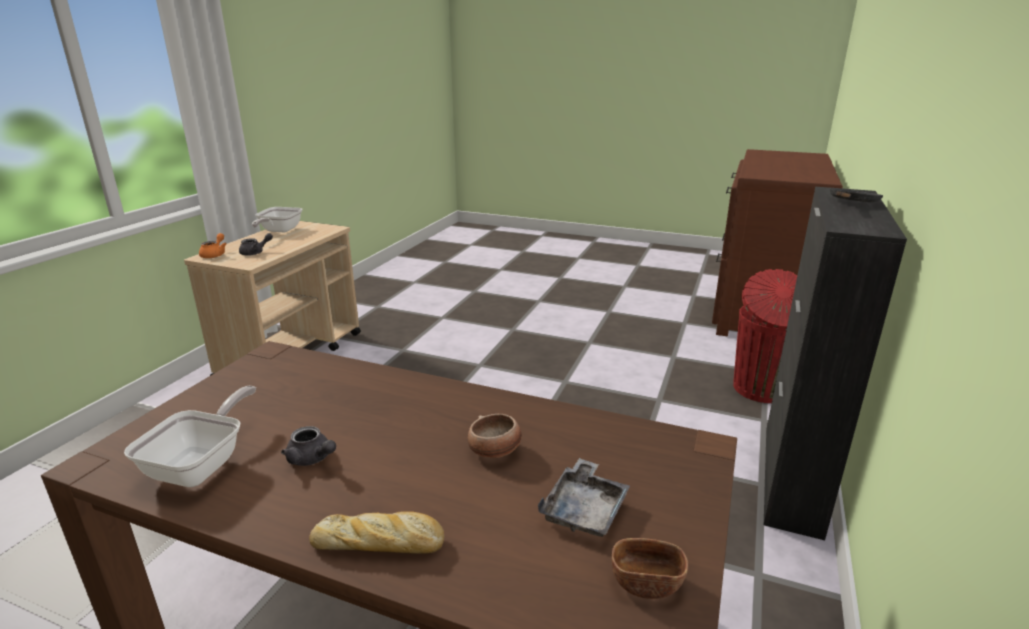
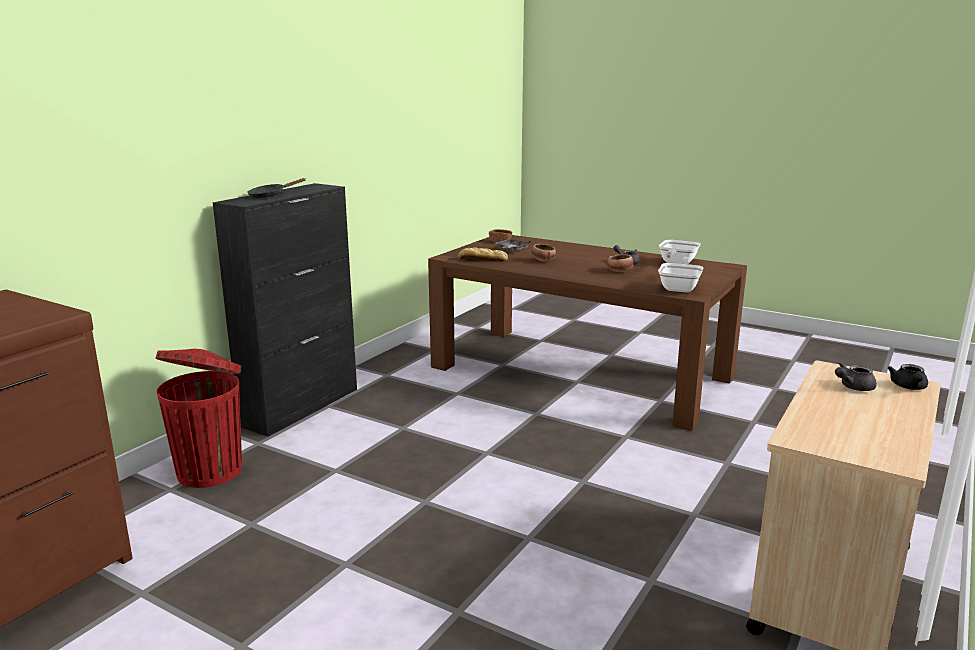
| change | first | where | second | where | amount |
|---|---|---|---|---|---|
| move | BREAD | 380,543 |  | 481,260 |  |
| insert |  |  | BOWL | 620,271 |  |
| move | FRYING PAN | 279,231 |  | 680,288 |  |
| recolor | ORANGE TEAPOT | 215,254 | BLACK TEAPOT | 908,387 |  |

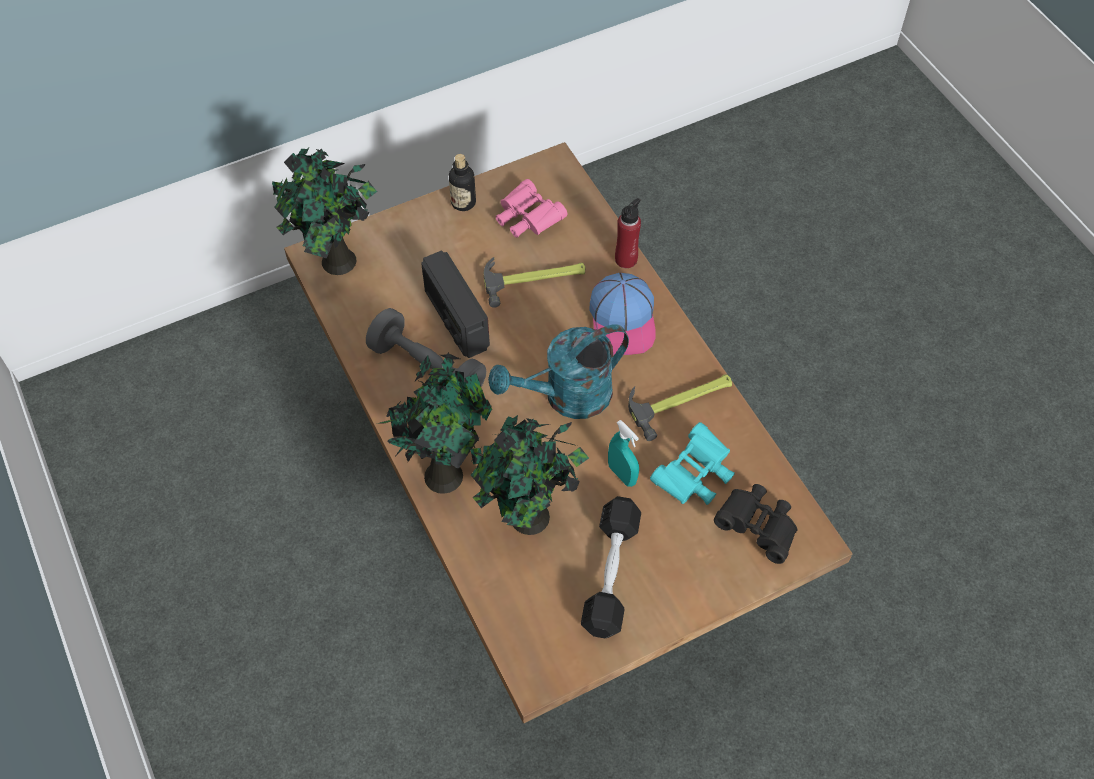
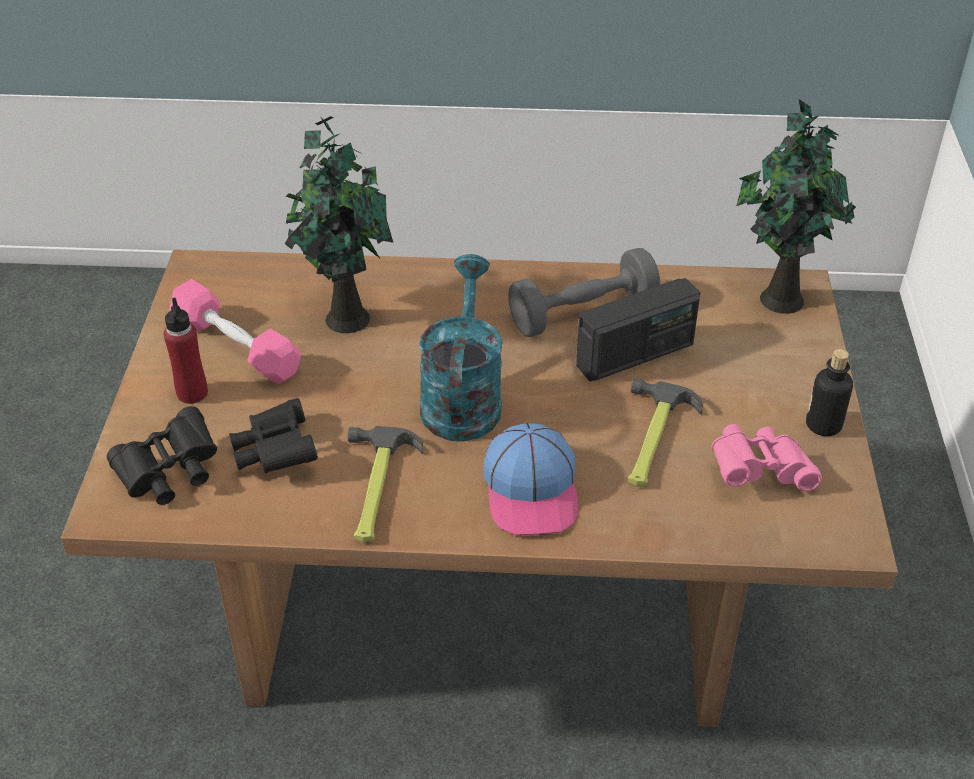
| change | first | where | second | where | amount |
|---|---|---|---|---|---|
| move | RED BOTTLE | 626,259 |  | 192,393 |  |
| recolor | BLACK DUMBBELL | 611,574 | PINK DUMBBELL | 236,346 |  |
| recolor | TURQUOISE BINOCULARS | 694,476 | BLACK BINOCULARS | 275,453 |  |
| rotate | CAP | 623,320 |  | 532,490 | 120 degrees counterclockwise |
| rotate | RADIO | 456,319 |  | 635,355 | 150 degrees clockwise |
| delete | POTTED PLANT | 444,473 |  |  |  |
| delete | TURQUOISE SPRAY BOTTLE | 622,474 |  |  |  |

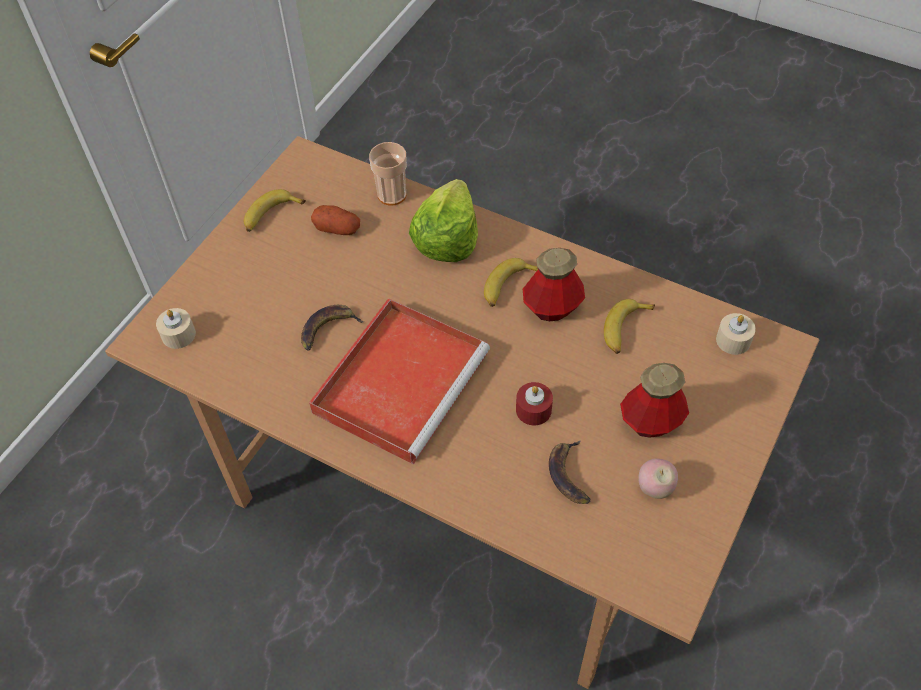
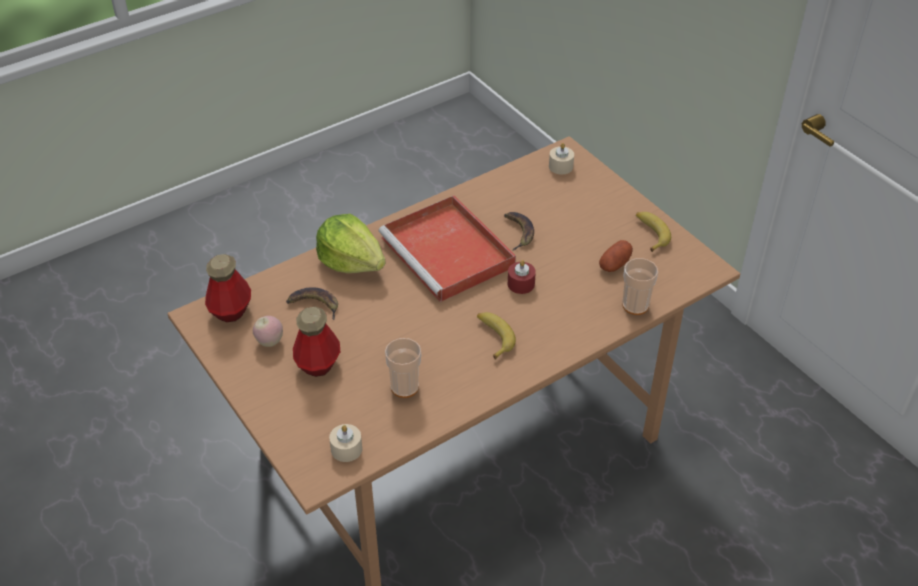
| change | first | where | second | where | amount |
|---|---|---|---|---|---|
| move | BOTTLE | 552,308 |  | 231,310 |  |
| move | LETTUCE | 446,239 |  | 351,261 |  |
| replace | BANANA | 625,330 | CUP | 404,387 |  |
| move | RED CANDLE | 533,410 |  | 521,284 |  |

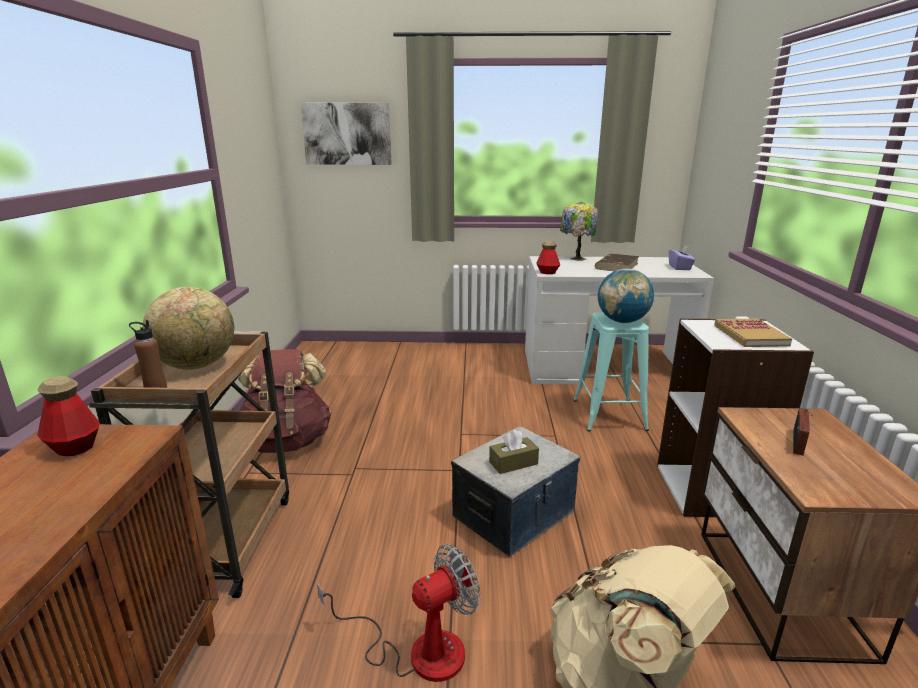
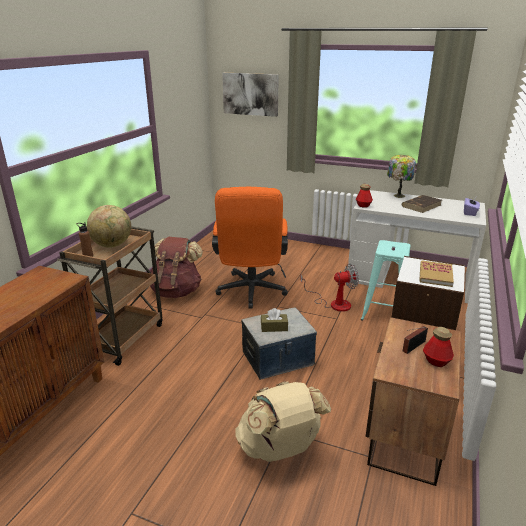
| change | first | where | second | where | amount |
|---|---|---|---|---|---|
| insert |  |  | ORANGE OFFICE CHAIR | 251,293 |  |
| move | FAN | 418,650 |  | 333,303 |  |
| move | BOTTLE | 74,447 |  | 436,361 |  |
| delete | GLOBE | 622,321 |  |  |  |

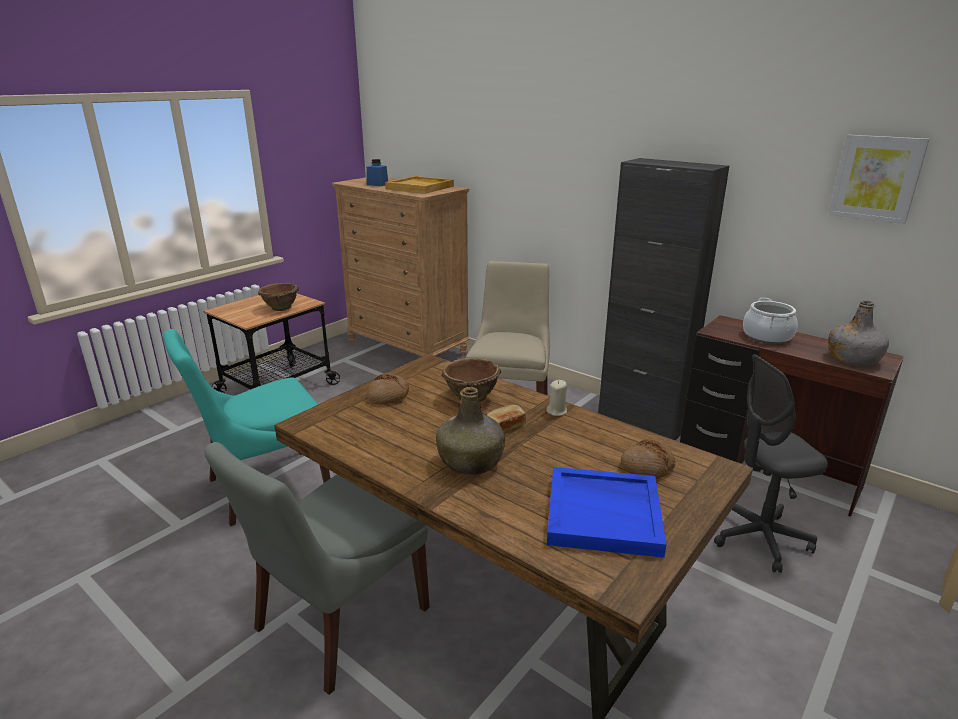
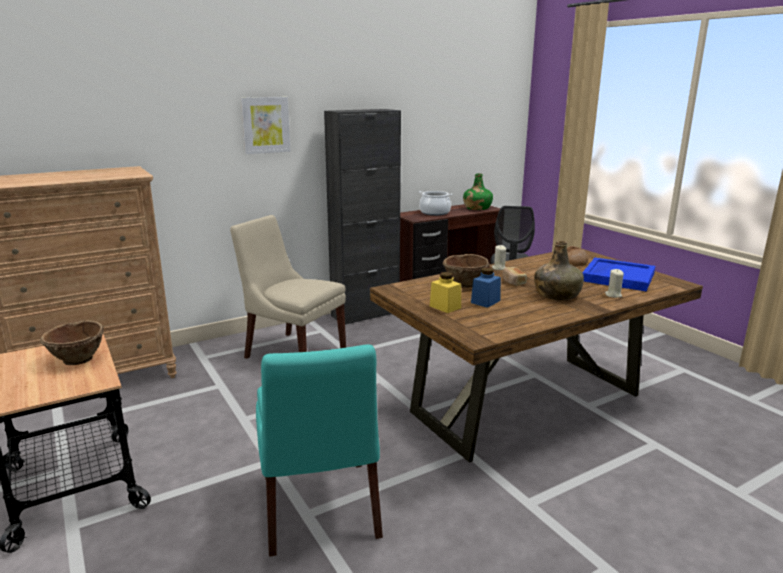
| change | first | where | second | where | amount |
|---|---|---|---|---|---|
| move | PICTURE | 876,178 |  | 265,125 |  |
| replace | BREAD | 388,396 | YELLOW JAR | 445,307 |  |
| recolor | GREY BOTTLE | 852,359 | GREEN BOTTLE | 477,208 |  |
| move | BLUE JAR | 377,184 |  | 485,302 |  |
| insert |  |  | BEIGE CANDLE | 613,295 |  |
| delete | GREY CHAIR | 338,622 |  |  |  |
| delete | BEIGE TRAY | 420,187 |  |  |  |

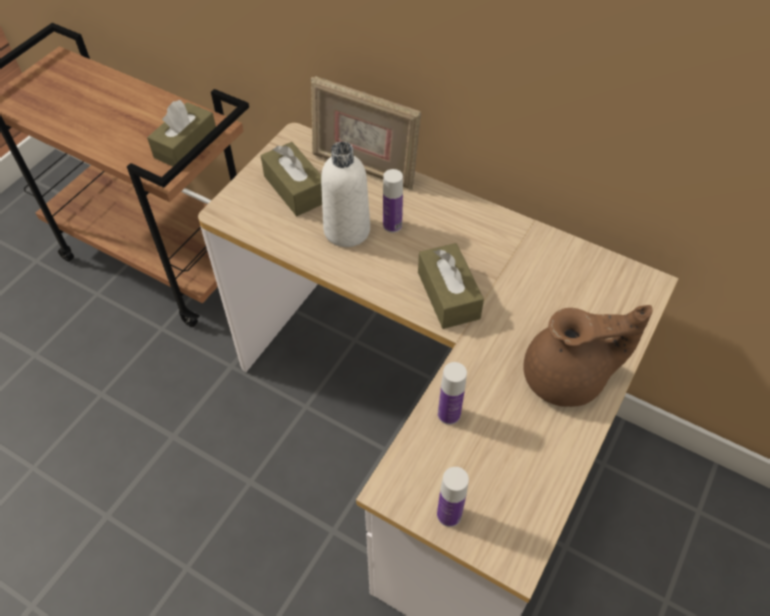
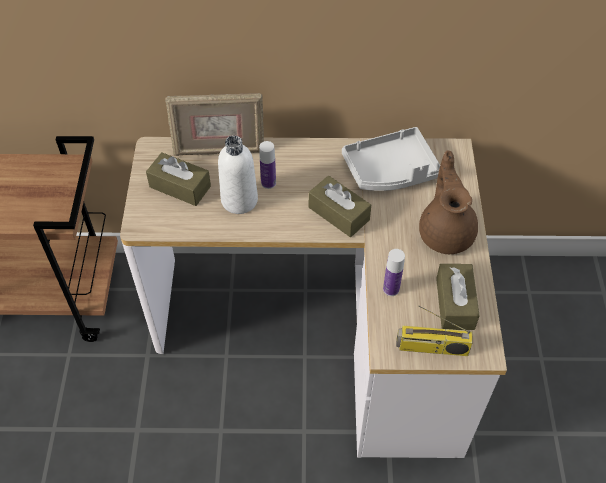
| change | first | where | second | where | amount |
|---|---|---|---|---|---|
| insert |  |  | GREY TRAY | 391,170 |  |
| replace | BOTTLE | 449,515 | RADIO | 431,348 |  |
| rotate | BROWN TEAPOT | 567,378 |  | 446,232 | 60 degrees counterclockwise |
| move | BROWN TISSUE BOX | 186,145 |  | 455,303 |  |

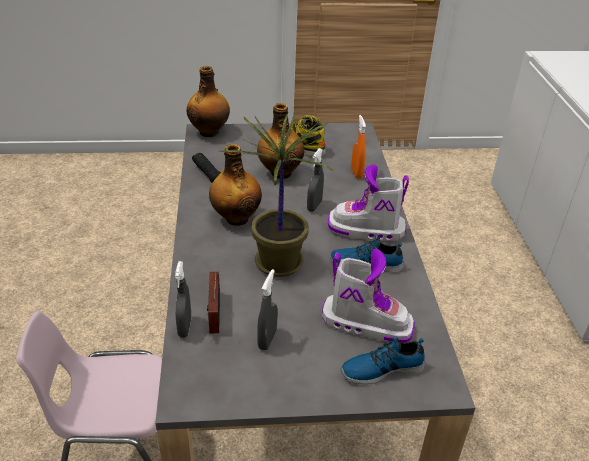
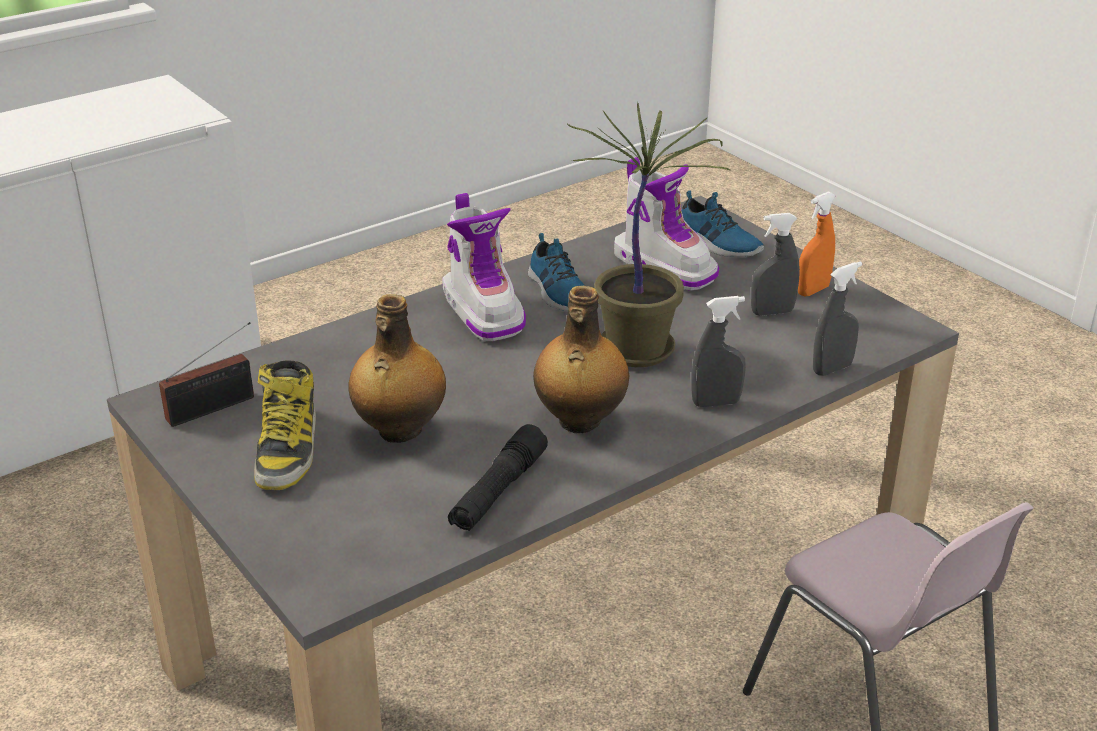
| change | first | where | second | where | amount |
|---|---|---|---|---|---|
| move | RADIO | 214,315 |  | 215,407 |  |
| rotate | BOOT | 366,323 |  | 665,266 | 150 degrees clockwise |
| move | GREY SPRAY BOTTLE | 314,206 |  | 716,403 |  |
| move | ORANGE SPRAY BOTTLE | 356,173 |  | 813,290 |  |
| delete | BOTTLE | 209,132 |  |  |  |

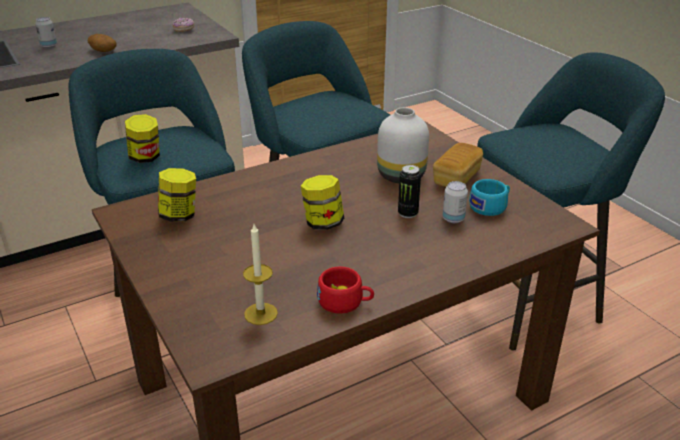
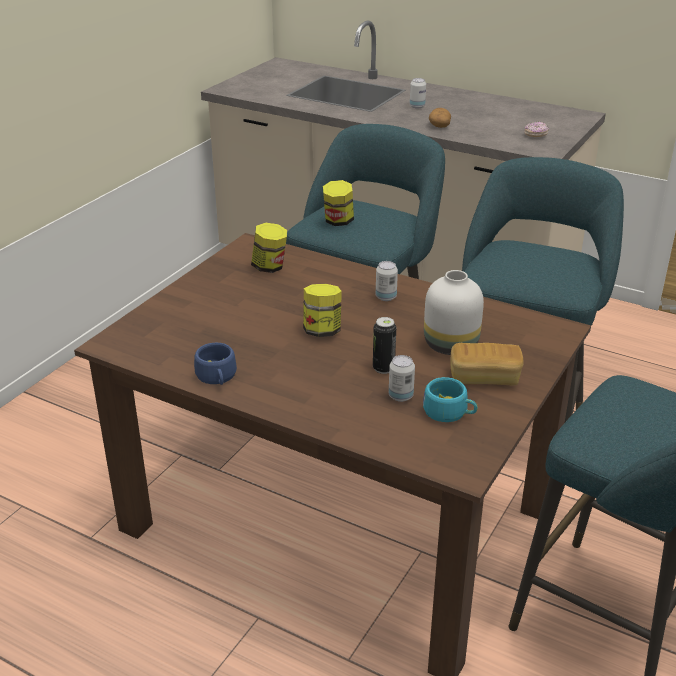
| change | first | where | second | where | amount |
|---|---|---|---|---|---|
| recolor | RED CUP | 345,302 | BLUE CUP | 217,377 |  |
| insert |  |  | CAN | 386,297 |  |
| delete | CANDLE | 261,314 |  |  |  |

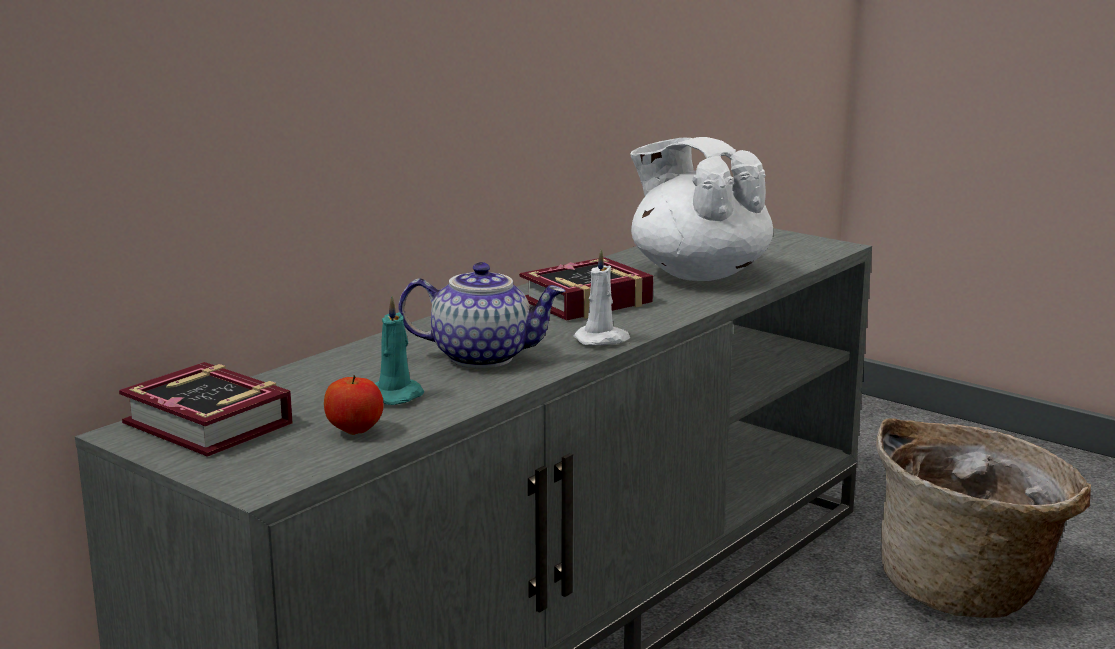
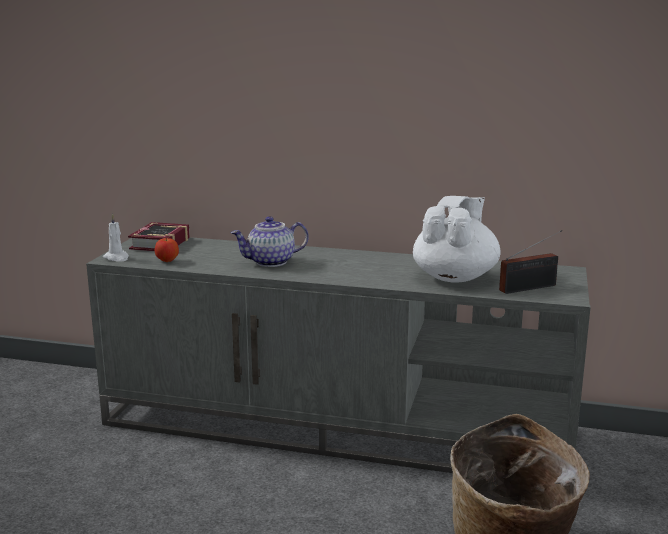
| change | first | where | second | where | amount |
|---|---|---|---|---|---|
| move | WHITE CANDLE | 602,340 |  | 117,258 |  |
| rotate | TEAPOT | 483,356 |  | 270,262 | 90 degrees clockwise |
| insert |  |  | RADIO | 531,288 |  |
| delete | TURQUOISE CANDLE | 397,395 |  |  |  |
| delete | BOOK | 580,301 |  |  |  |

